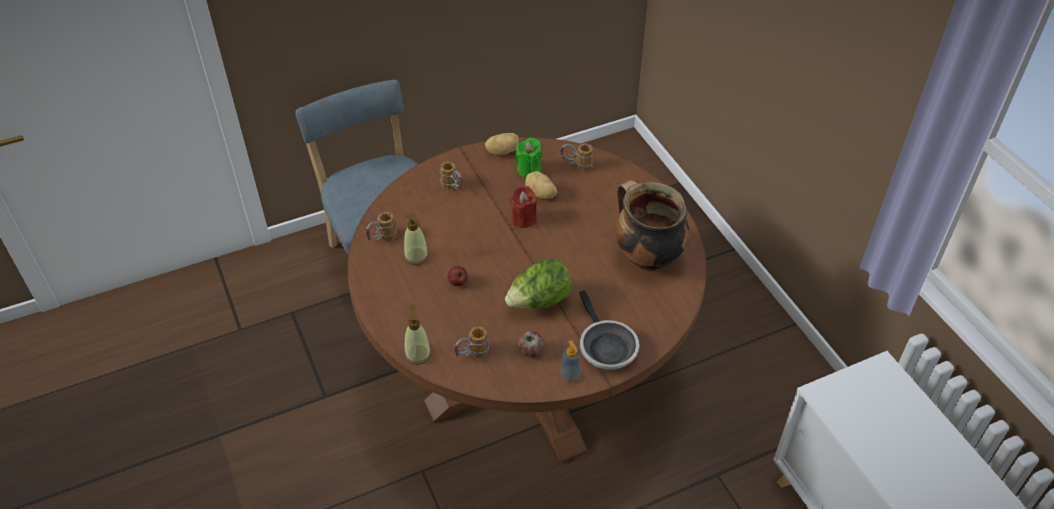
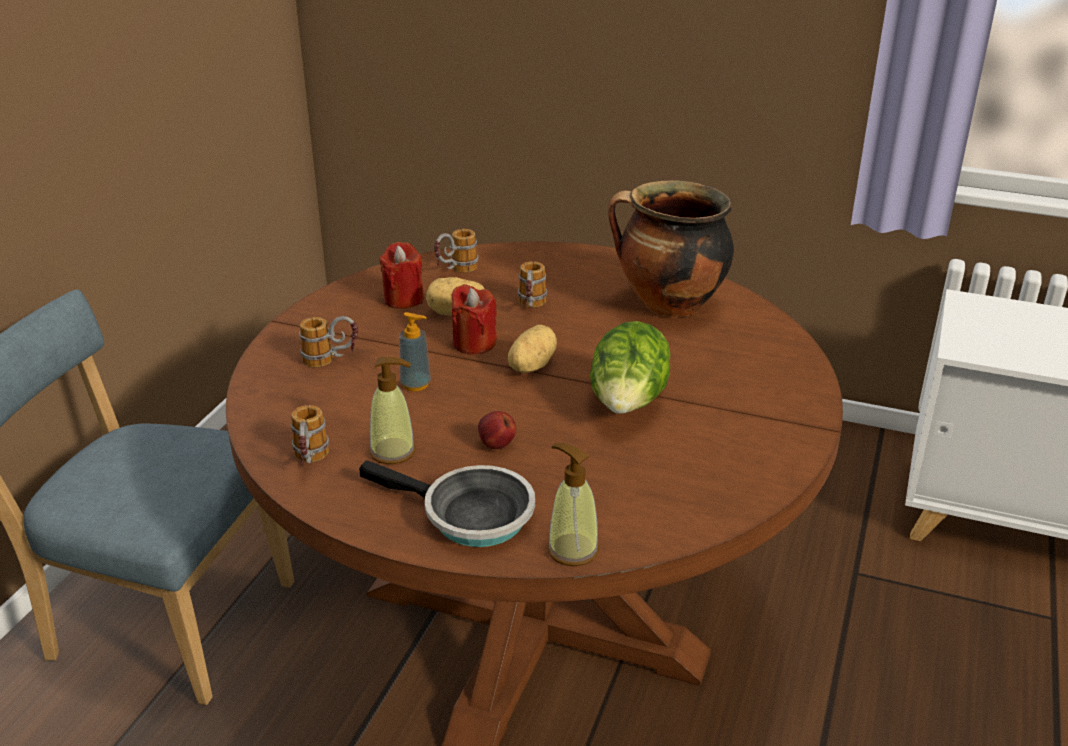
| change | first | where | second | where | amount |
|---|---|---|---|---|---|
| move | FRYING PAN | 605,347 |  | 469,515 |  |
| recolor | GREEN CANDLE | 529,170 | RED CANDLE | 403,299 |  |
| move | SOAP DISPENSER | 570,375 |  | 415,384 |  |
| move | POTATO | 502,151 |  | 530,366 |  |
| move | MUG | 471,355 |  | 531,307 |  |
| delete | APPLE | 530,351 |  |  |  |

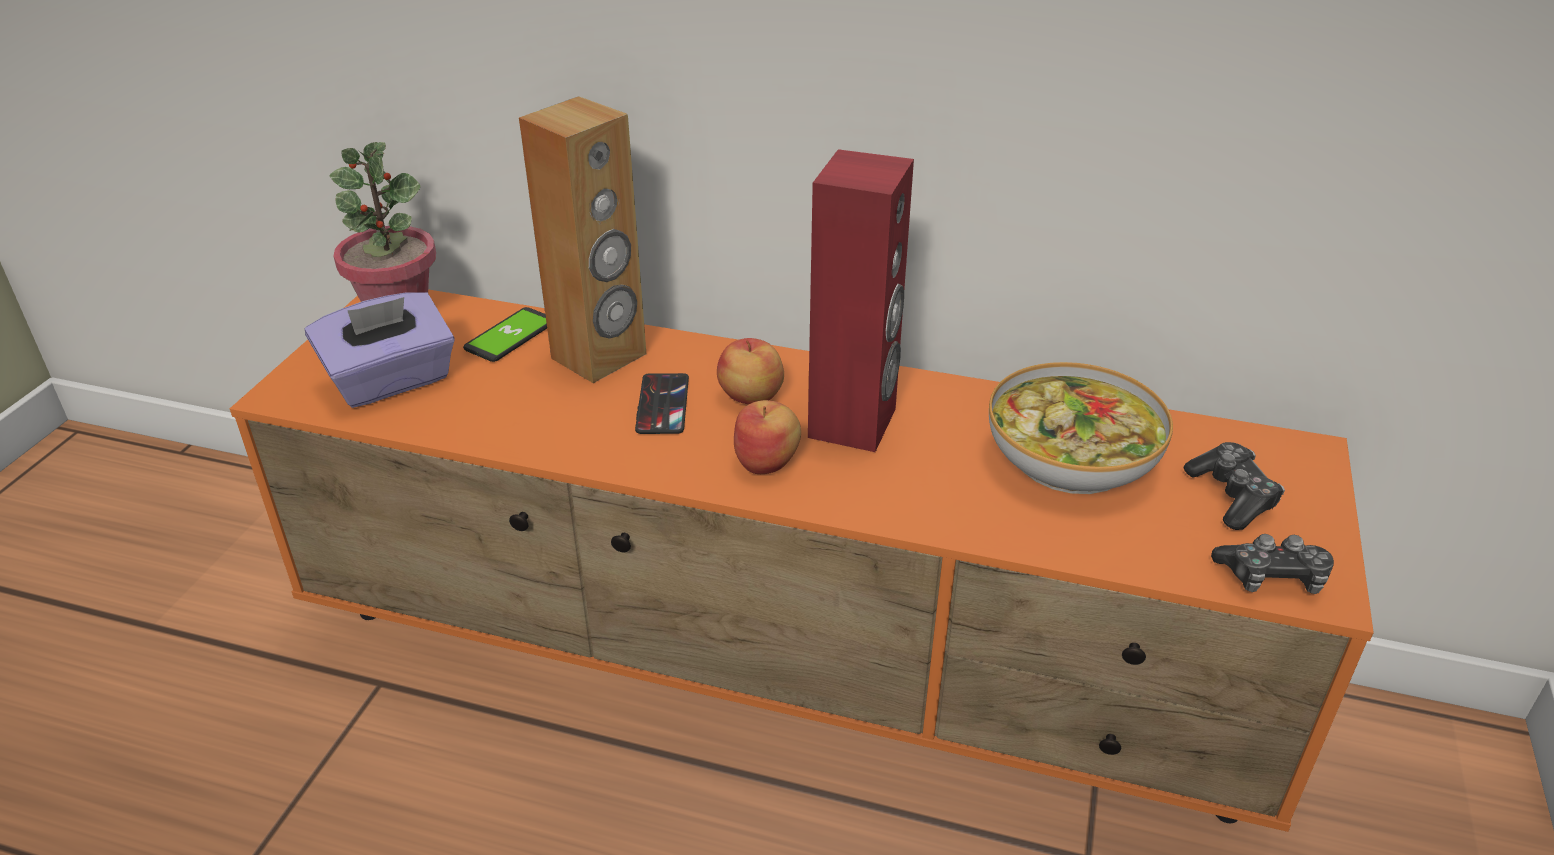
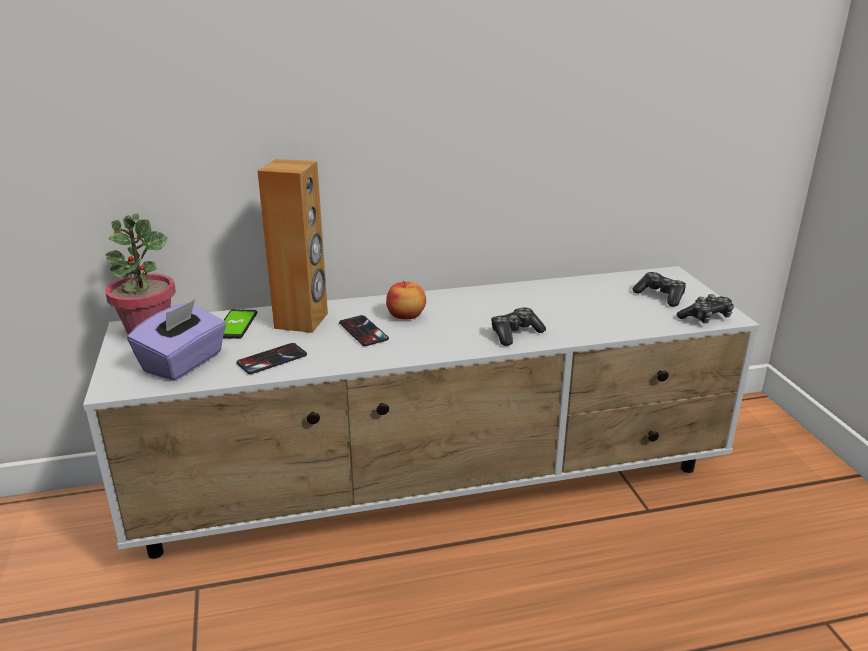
| change | first | where | second | where | amount |
|---|---|---|---|---|---|
| recolor | ORANGE TV STAND | 782,668 | WHITE TV STAND | 437,487 |  |
| insert |  |  | PHONE | 272,359 |  |
| insert |  |  | GAME CONTROLLER | 515,334 |  |
| delete | APPLE | 767,461 |  |  |  |
| delete | RED SPEAKER | 853,423 |  |  |  |
| delete | BOWL | 1073,457 |  |  |  |

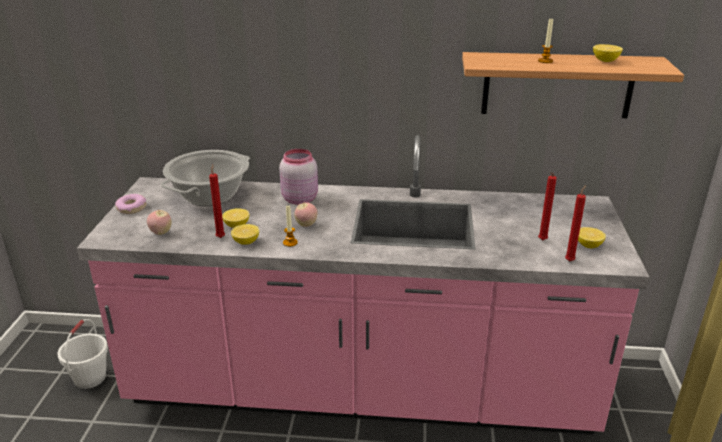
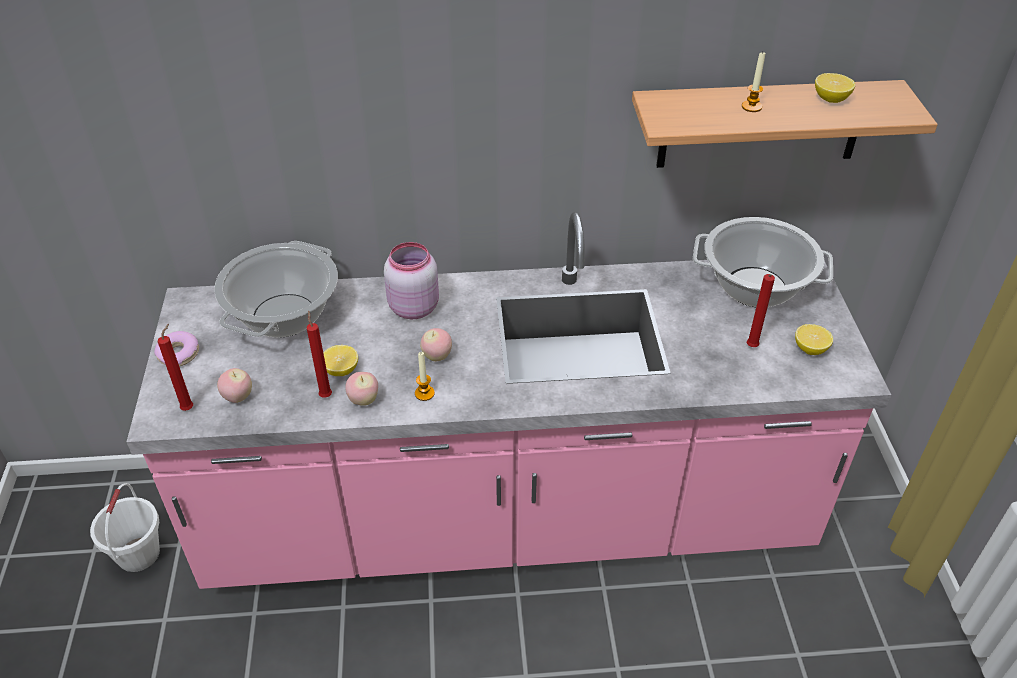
| change | first | where | second | where | amount |
|---|---|---|---|---|---|
| move | RED CANDLE | 570,260 |  | 189,408 |  |
| replace | LEMON | 246,242 | APPLE | 364,400 |  |
| insert |  |  | COOKING POT | 755,288 |  |

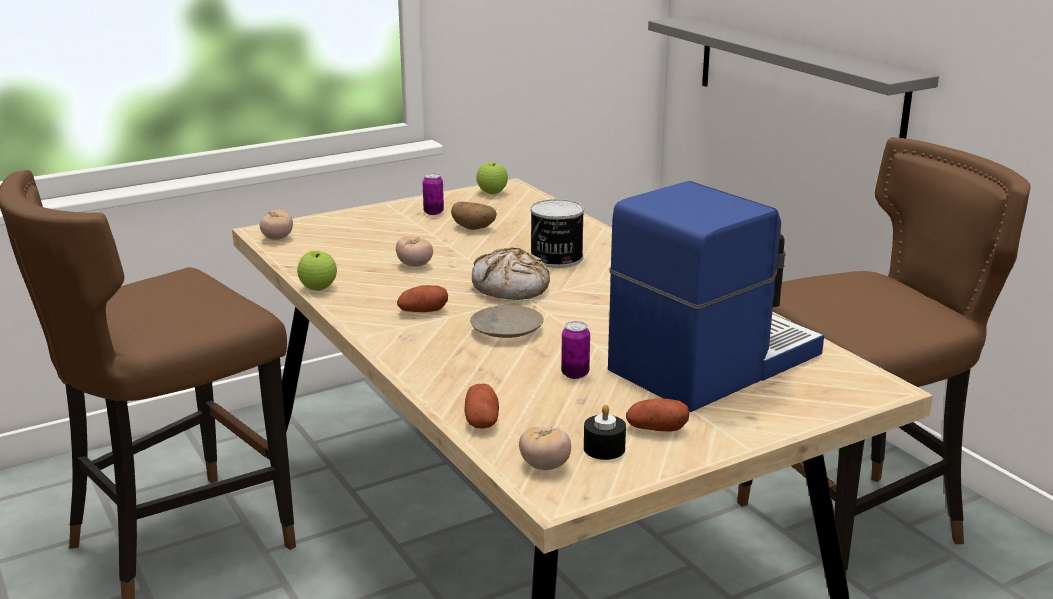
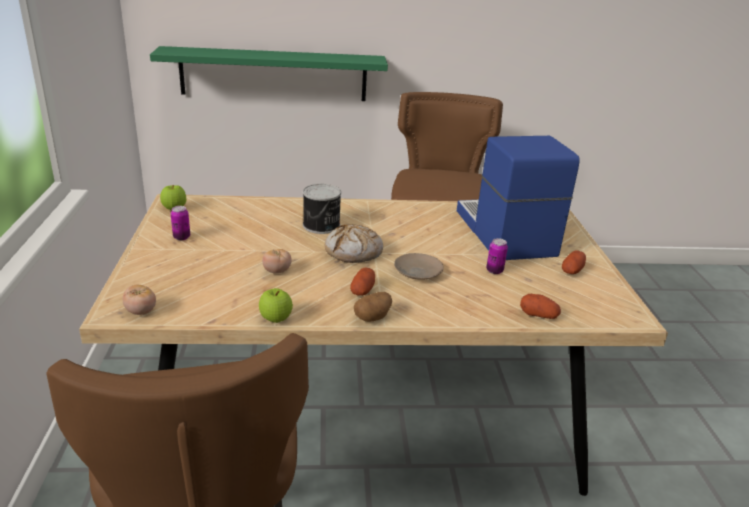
| change | first | where | second | where | amount |
|---|---|---|---|---|---|
| recolor | GREY SHELF | 797,78 | GREEN SHELF | 274,74 |  |
| move | POTATO | 474,228 |  | 373,317 |  |
| delete | TOMATO | 545,466 |  |  |  |
| delete | BLACK CANDLE | 604,448 |  |  |  |

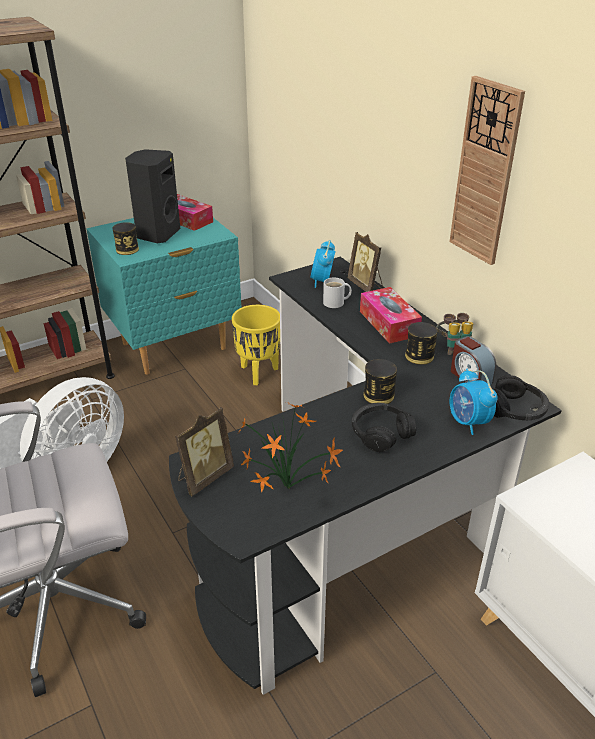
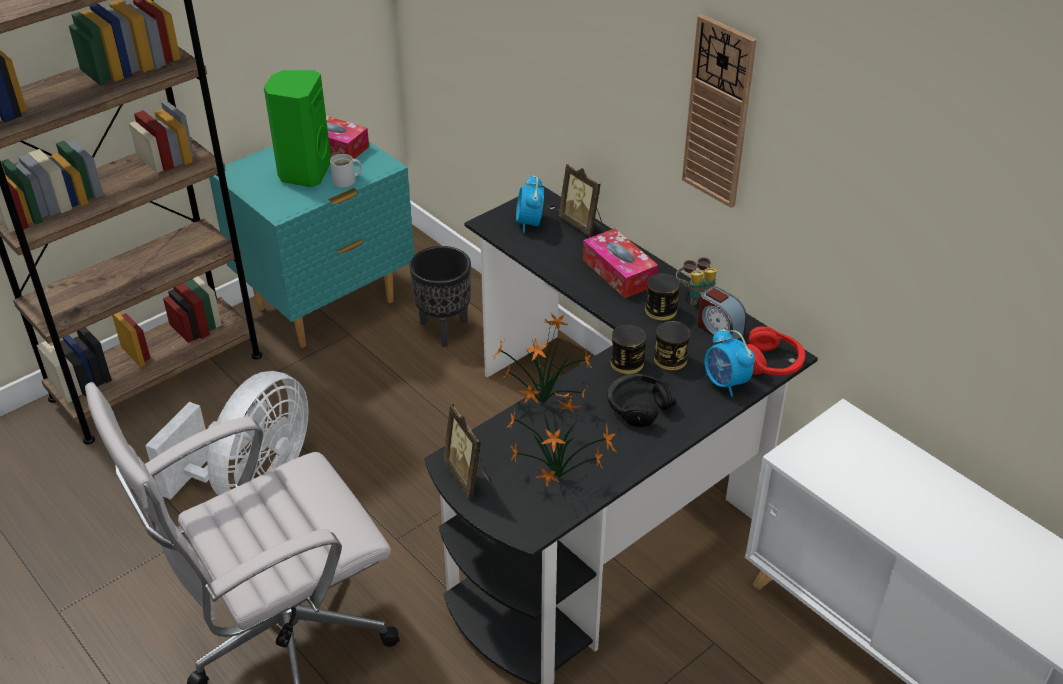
| change | first | where | second | where | amount |
|---|---|---|---|---|---|
| recolor | BLACK SPEAKER | 157,234 | GREEN SPEAKER | 303,173 |  |
| move | WHITE MUG | 336,303 |  | 346,181 |  |
| recolor | YELLOW PLANTER | 259,373 | BLACK PLANTER | 444,329 |  |
| rotate | PICTURE FRAME | 204,477 |  | 469,476 | 120 degrees clockwise |
| insert |  |  | POTTED PLANT | 540,402 |  |
| move | CAN | 127,249 |  | 670,359 |  |
| recolor | BLACK HEADPHONES | 516,410 | RED HEADPHONES | 771,363 |  |

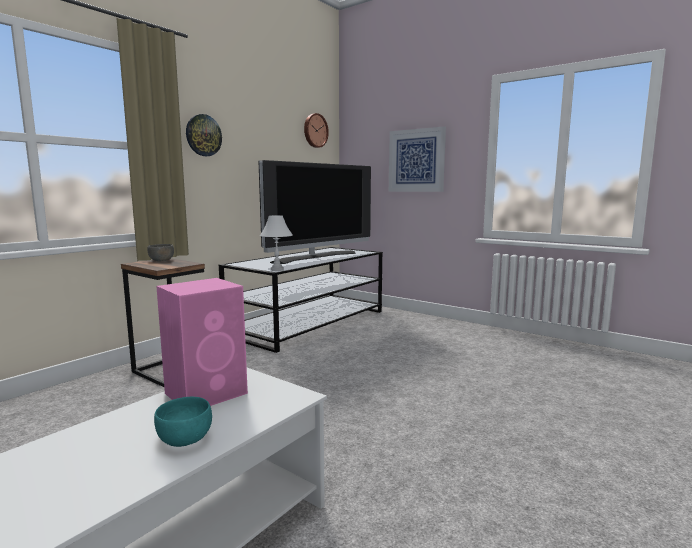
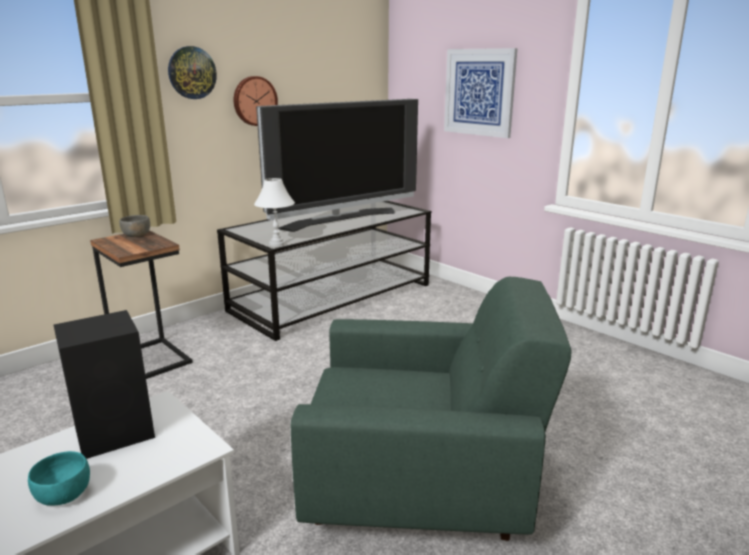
| change | first | where | second | where | amount |
|---|---|---|---|---|---|
| recolor | PINK SPEAKER | 208,393 | BLACK SPEAKER | 117,432 |  |
| move | WALL CLOCK | 315,130 |  | 254,101 |  |
| insert |  |  | GREEN ARMCHAIR | 421,487 |  |

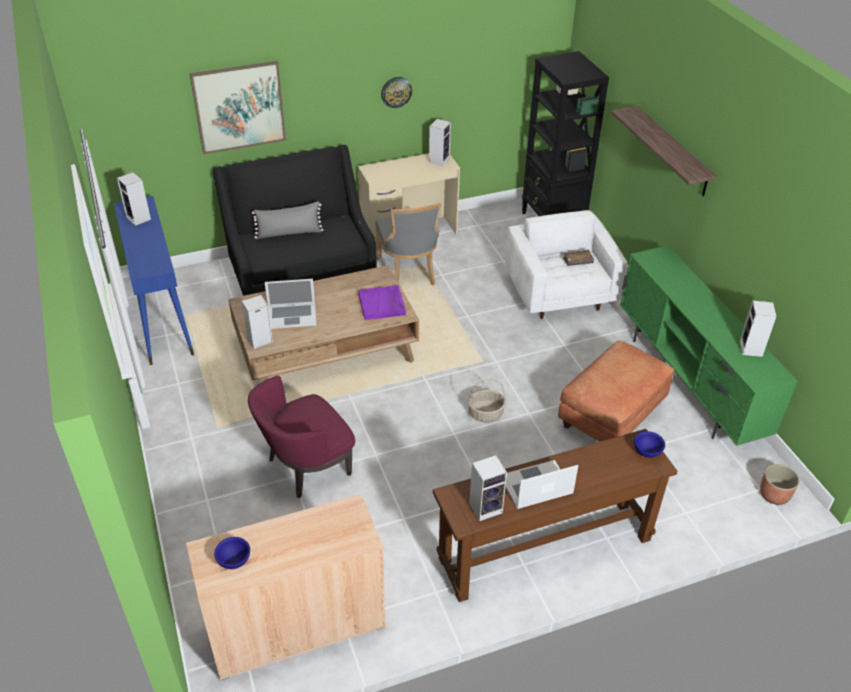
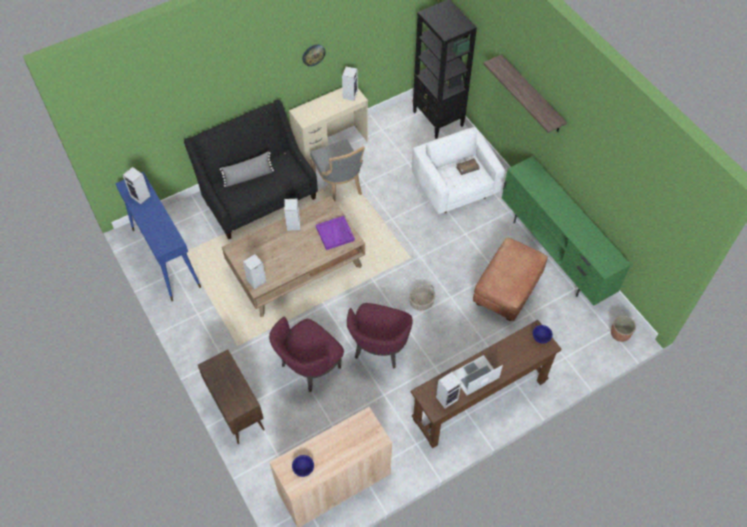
| change | first | where | second | where | amount |
|---|---|---|---|---|---|
| insert |  |  | BROWN CABINET | 236,410 |  |
| move | SPEAKER | 751,349 |  | 294,225 |  |
| insert |  |  | PURPLE ARMCHAIR | 379,348 |  |
| delete | PICTURE | 239,107 |  |  |  |
| delete | LAPTOP | 292,315 |  |  |  |

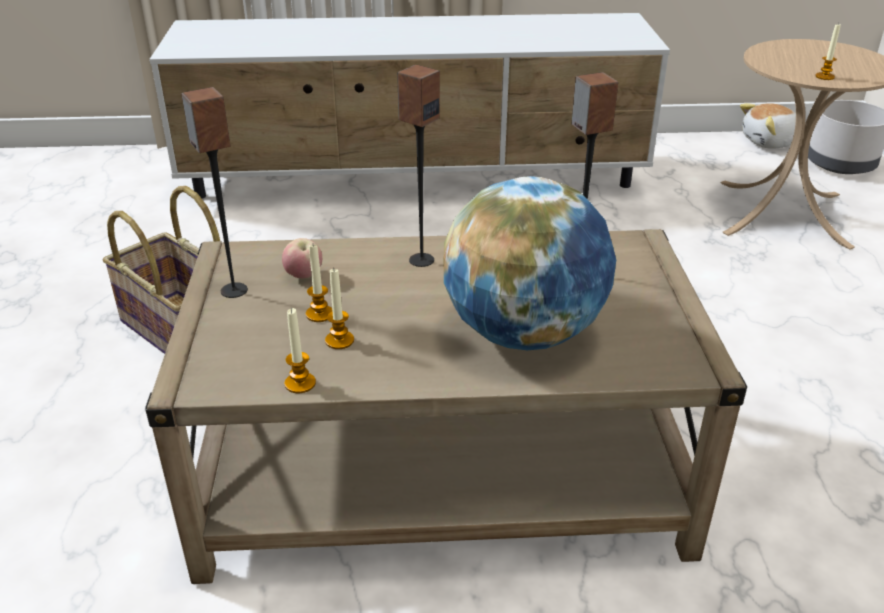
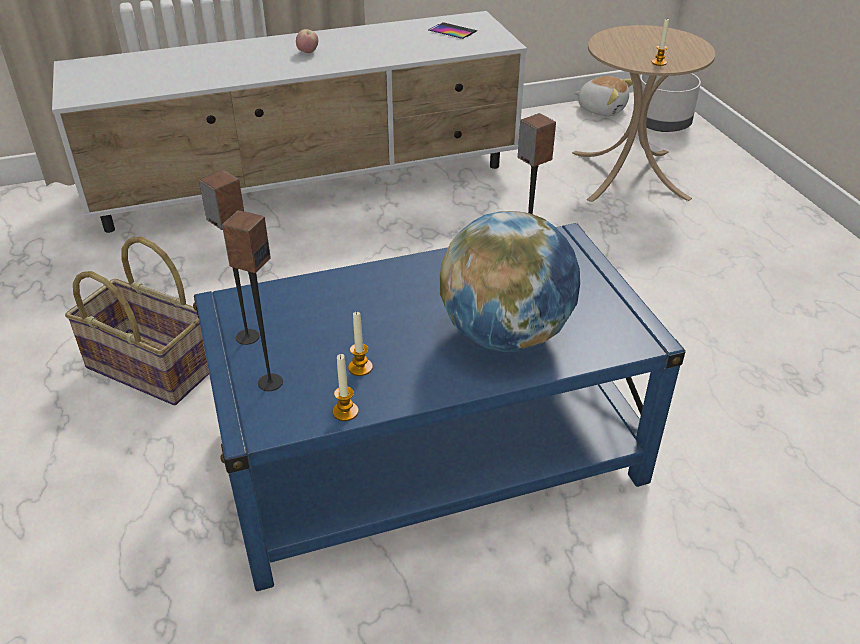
| change | first | where | second | where | amount |
|---|---|---|---|---|---|
| recolor | BEIGE COFFEE TABLE | 441,475 | BLUE COFFEE TABLE | 429,455 |  |
| move | SPEAKER | 421,260 |  | 270,382 |  |
| move | APPLE | 303,276 |  | 307,52 |  |
| insert |  |  | PHONE | 452,31 |  |
| rotate | PLUSH TOY | 770,142 |  | 601,109 | 120 degrees counterclockwise |
| delete | CANDLE | 319,314 |  |  |  |

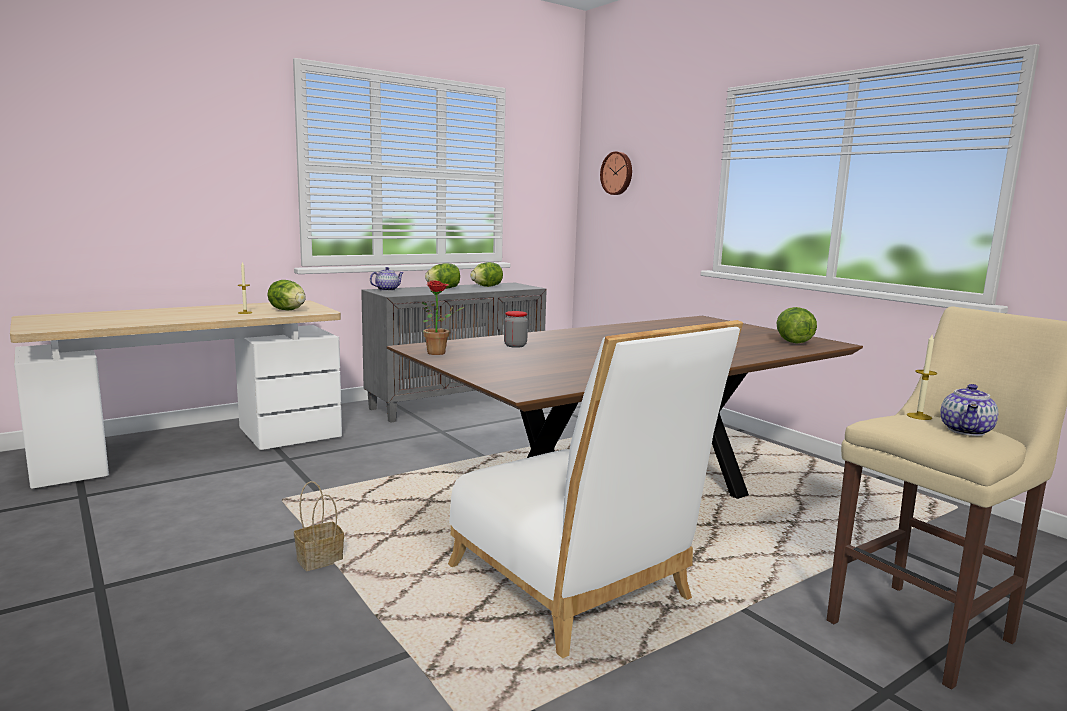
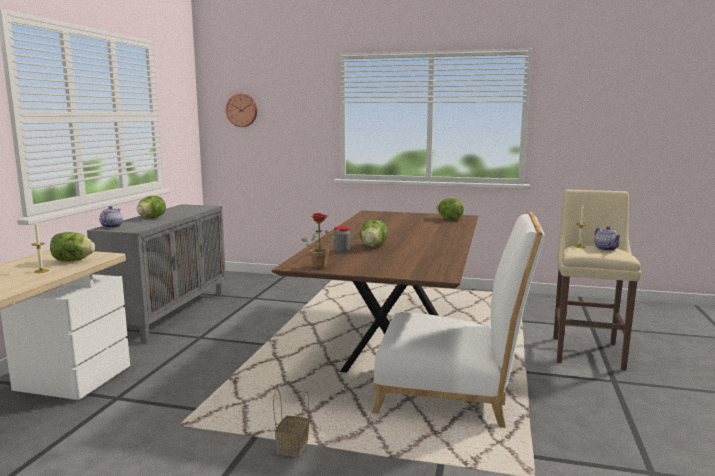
| change | first | where | second | where | amount |
|---|---|---|---|---|---|
| move | LETTUCE | 486,286 |  | 373,246 |  |

